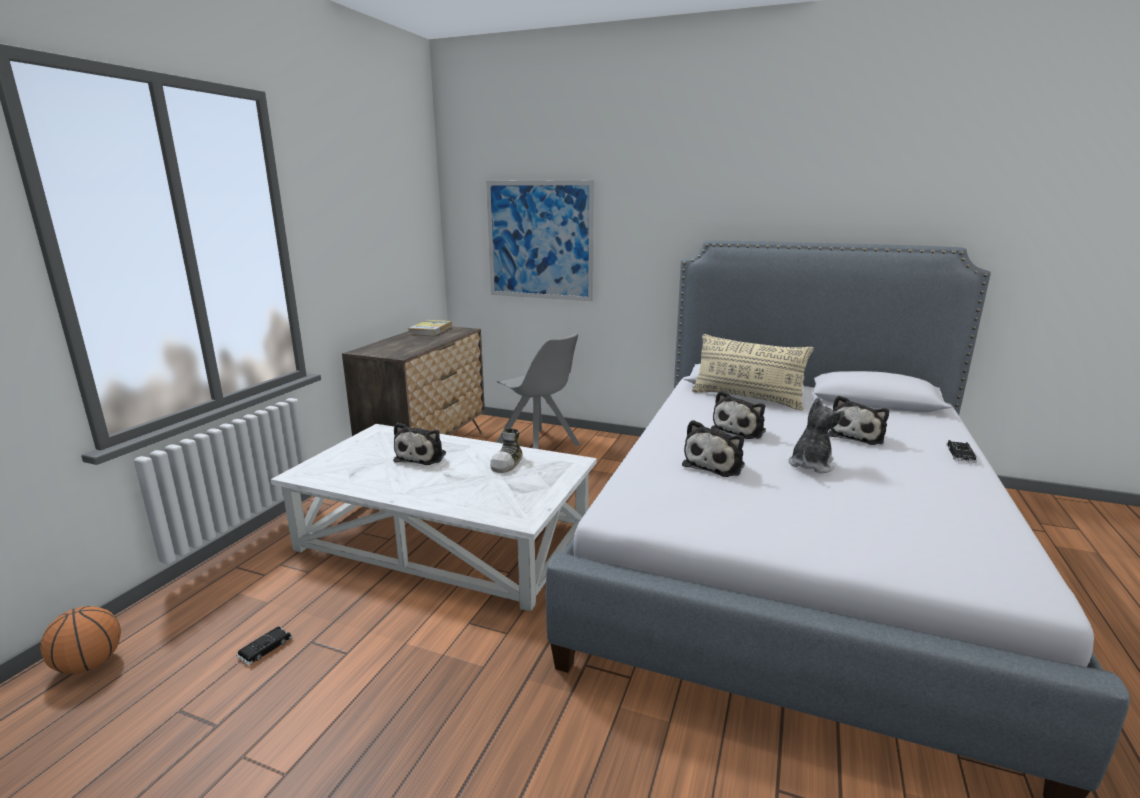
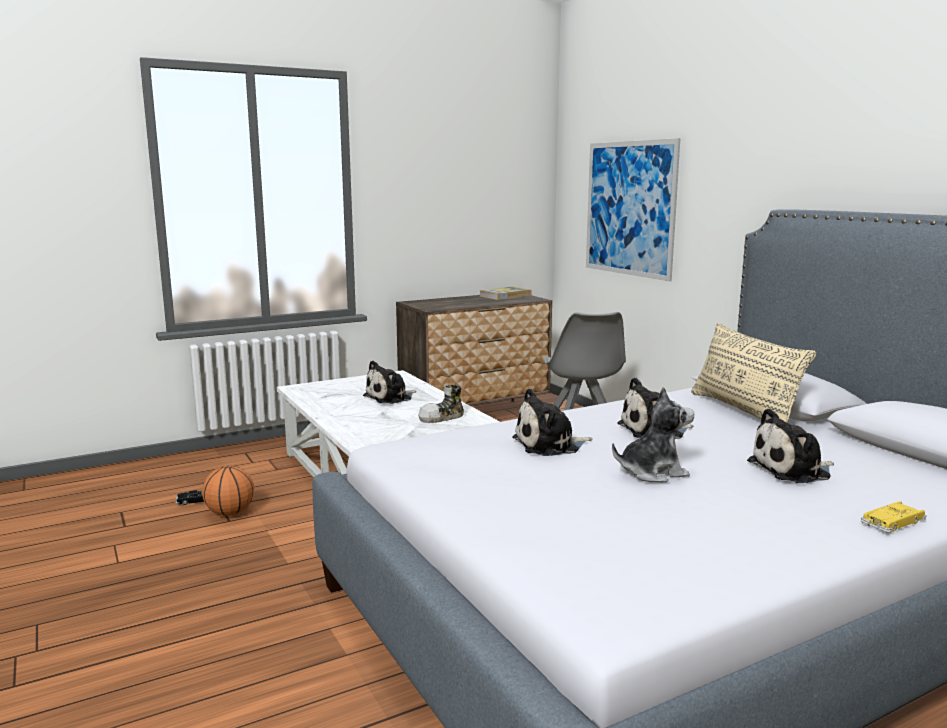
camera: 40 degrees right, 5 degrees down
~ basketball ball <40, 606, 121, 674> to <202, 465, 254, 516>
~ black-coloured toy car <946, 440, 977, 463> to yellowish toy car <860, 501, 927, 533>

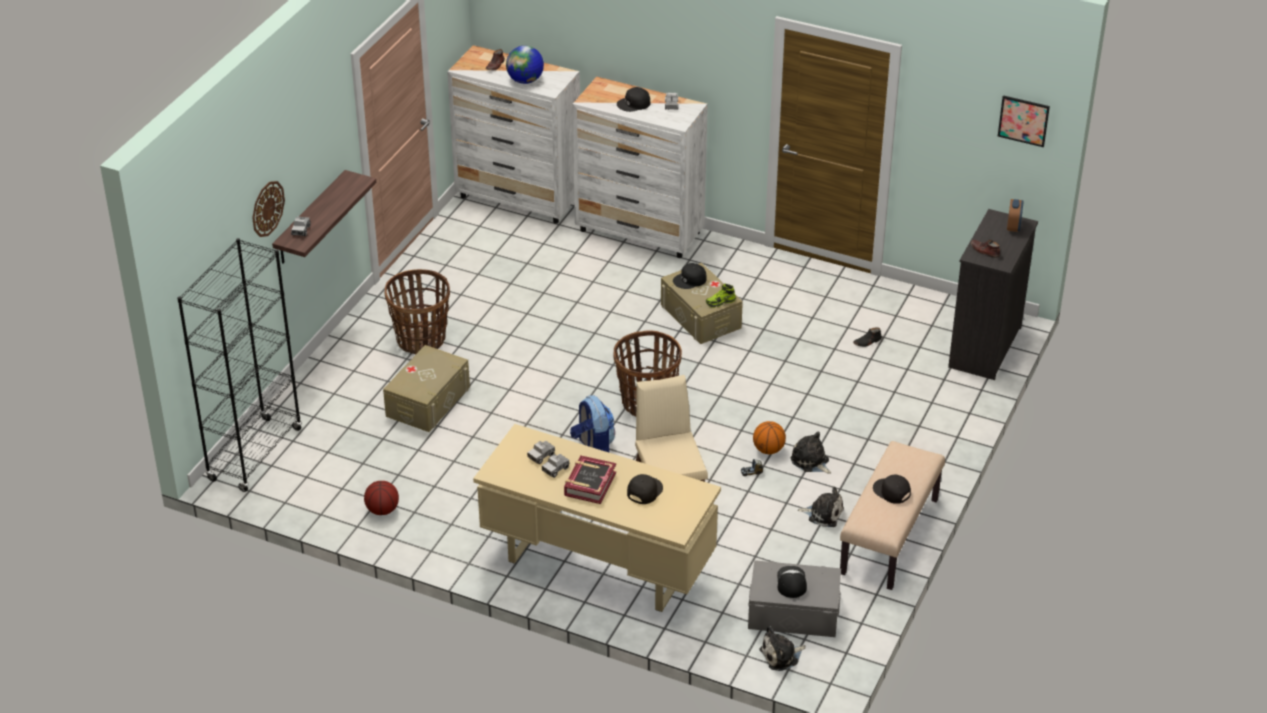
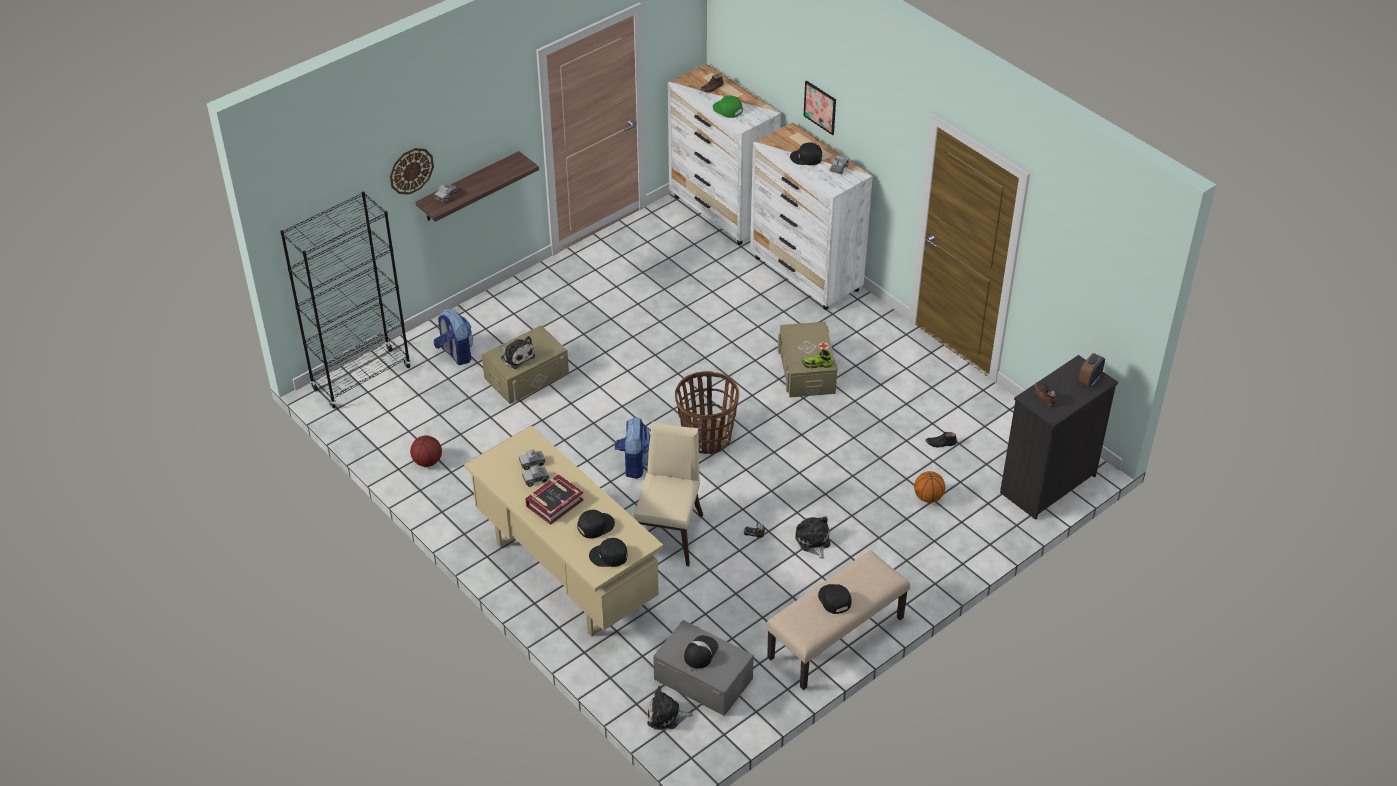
camera: 25 degrees right, 5 degrees up
- household basket <385, 269, 450, 355>
+ backpack <434, 309, 473, 365>
~ black-coloured baseball cap <673, 263, 707, 289> to <589, 538, 628, 567>
~ basketball ball <753, 421, 786, 454> to <914, 471, 945, 503>
~ plush toy <798, 487, 844, 527> to <499, 336, 535, 369>
~ wall picture <998, 95, 1050, 147> to <804, 81, 836, 135>
~ globe <506, 46, 544, 84> to green baseball cap <713, 95, 743, 118>

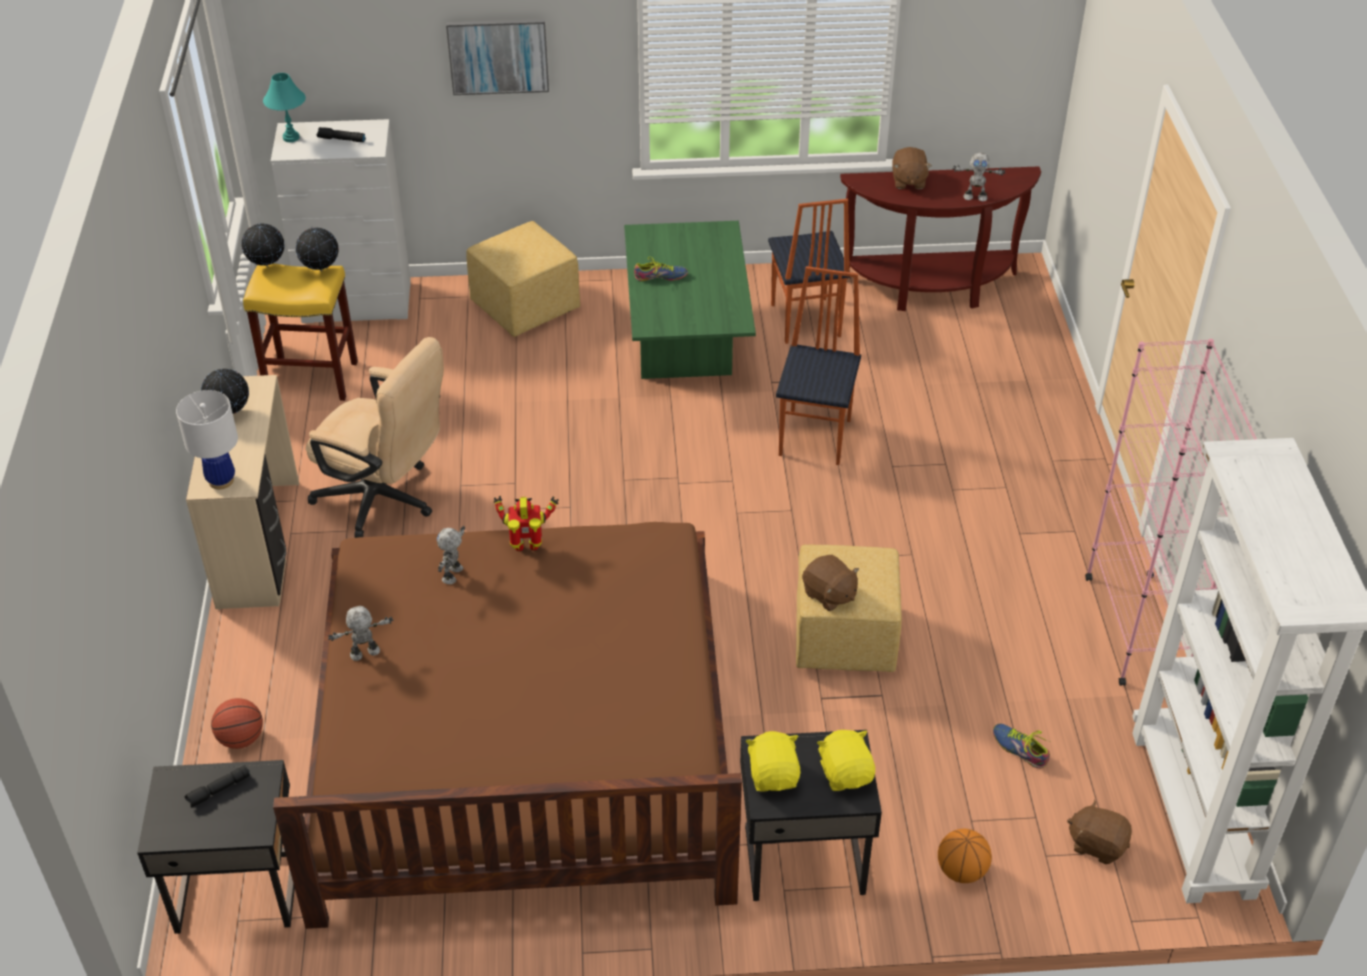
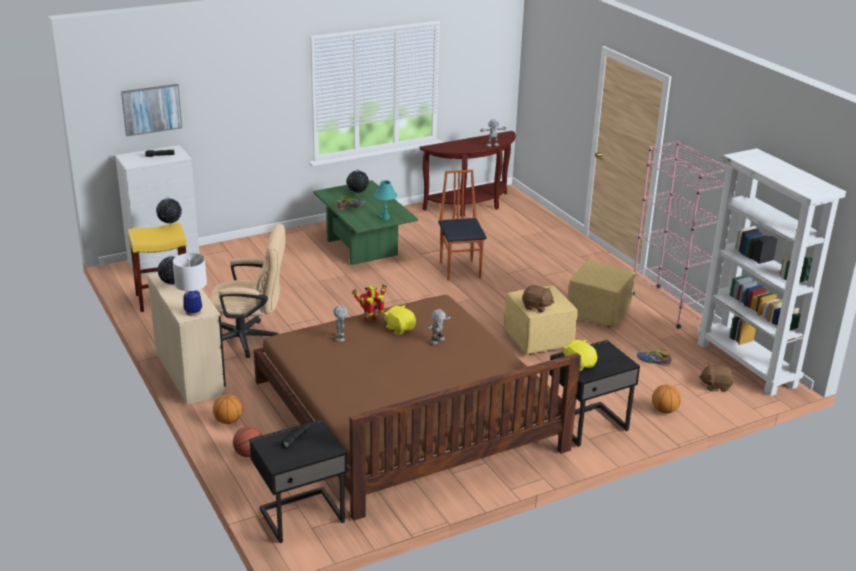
camera: 25 degrees left, 15 degrees down
- upright chair <768, 199, 850, 344>
- brown plush toy <892, 147, 932, 189>
+ basketball ball <213, 394, 243, 424>
~ globe <241, 223, 284, 267> to <347, 169, 369, 195>
~ turquoise table lamp <263, 73, 306, 142> to <374, 180, 397, 220>
~ toy robot <328, 606, 393, 661> to <426, 309, 452, 345>
~ wall picture <446, 19, 549, 95> to <121, 84, 182, 136>
~ yellowish pouffe <466, 221, 580, 337> to <567, 260, 635, 328>
~ yellowish plush toy <817, 730, 875, 791> to <384, 305, 416, 335>

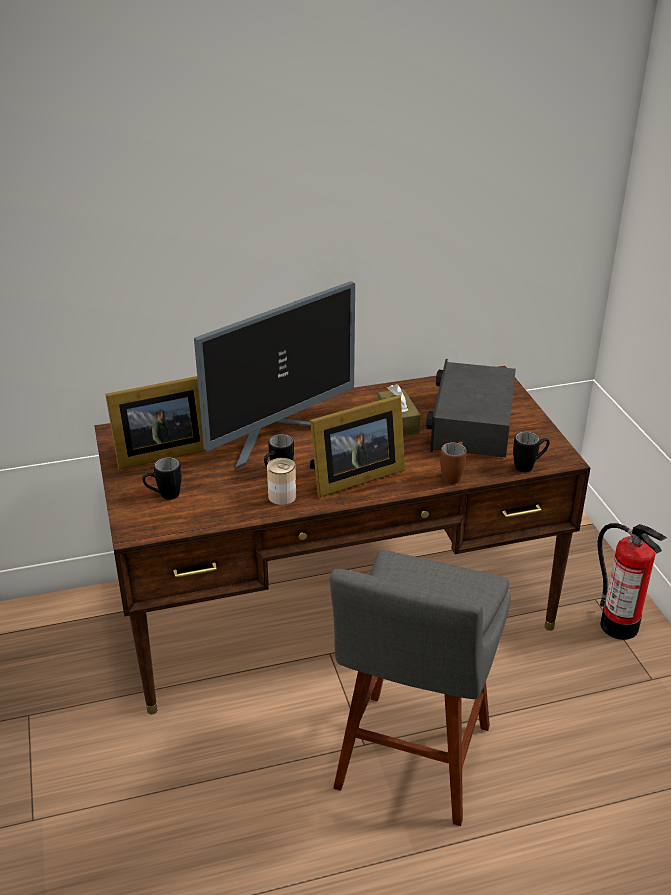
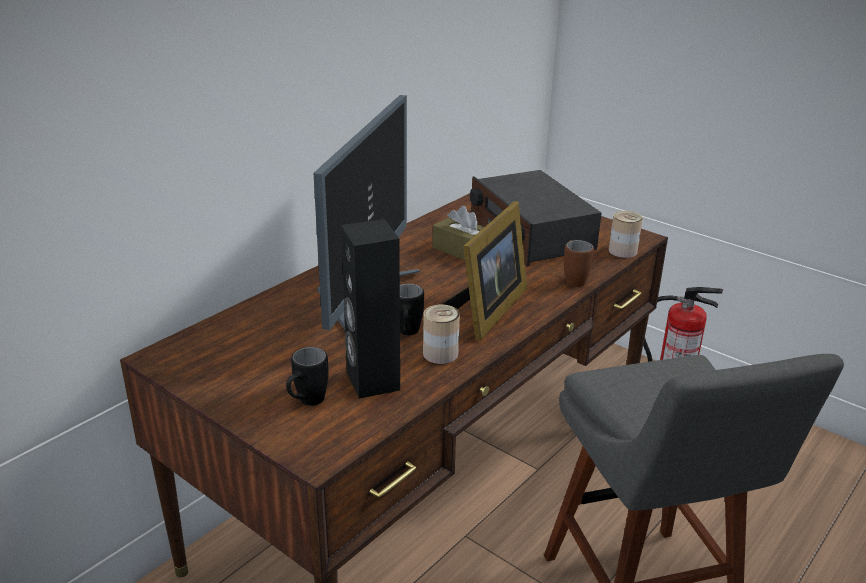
camera: 35 degrees left, 5 degrees down
- photo frame <105, 376, 206, 469>
+ black-coloured speaker <341, 219, 400, 399>
~ black-coloured coffee mug <513, 431, 550, 473> to sealed can <609, 211, 643, 258>

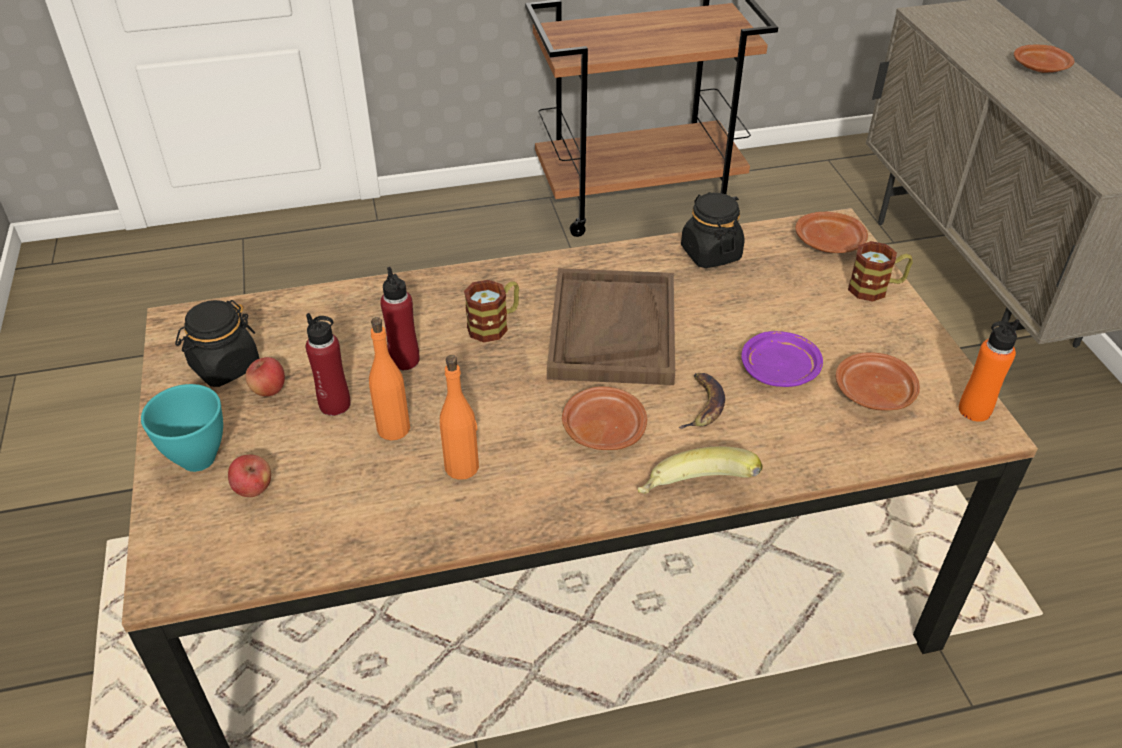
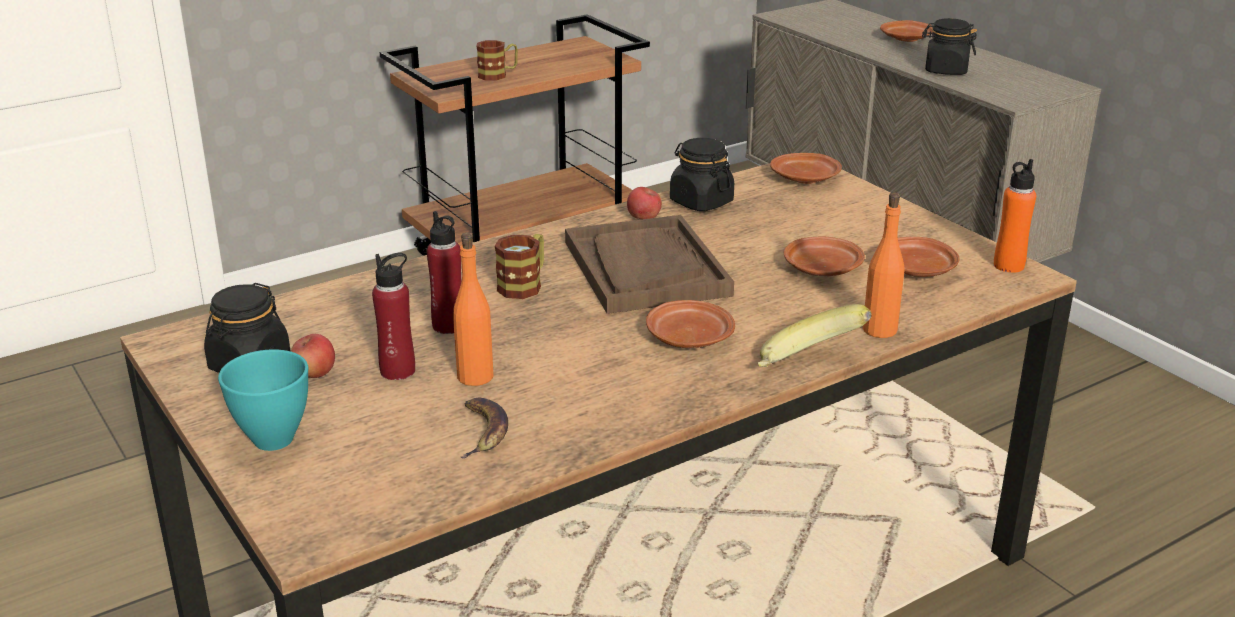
camera: 20 degrees left, 15 degrees down
+ black-coloured jar <922, 18, 977, 75>
~ apple fruit <228, 455, 271, 497> to <627, 187, 662, 219>
~ orange-coloured drink bottle <440, 355, 479, 480> to <863, 192, 904, 338>
~ banana <678, 373, 725, 429> to <460, 398, 508, 459>
~ coffee mug <848, 241, 913, 302> to <476, 40, 518, 81>
~ purplish dinner plate <741, 331, 823, 387> to brown dinner plate <784, 237, 865, 276>

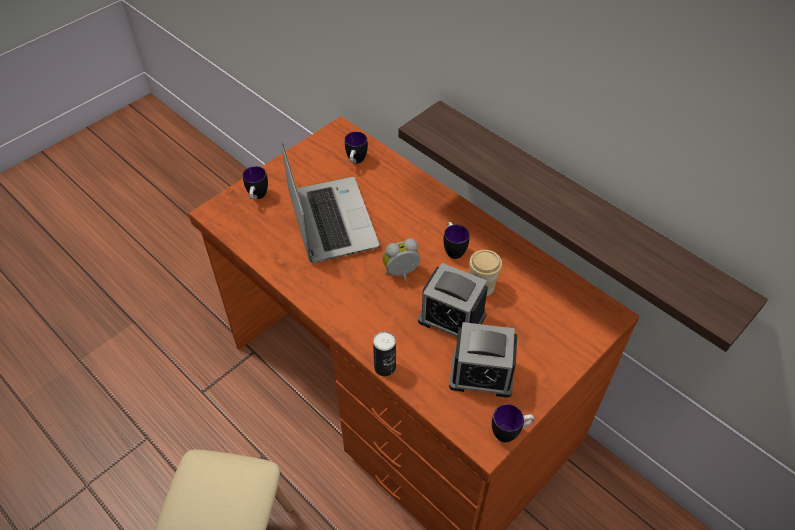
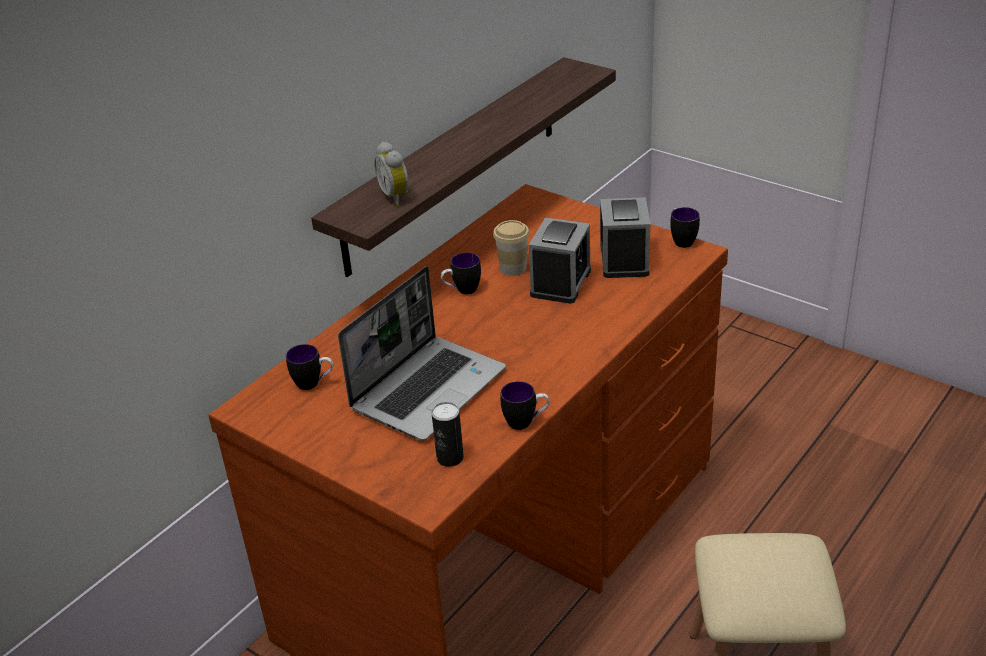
camera: 95 degrees left, 15 degrees down
~ coffee mug <243, 166, 268, 199> to <500, 381, 550, 430>
~ sealed can <373, 331, 396, 376> to <432, 402, 464, 467>
~ bedside clock <382, 238, 420, 282> to <374, 142, 409, 206>
~ notebook computer <282, 143, 379, 263> = <338, 266, 506, 441> 150 degrees clockwise

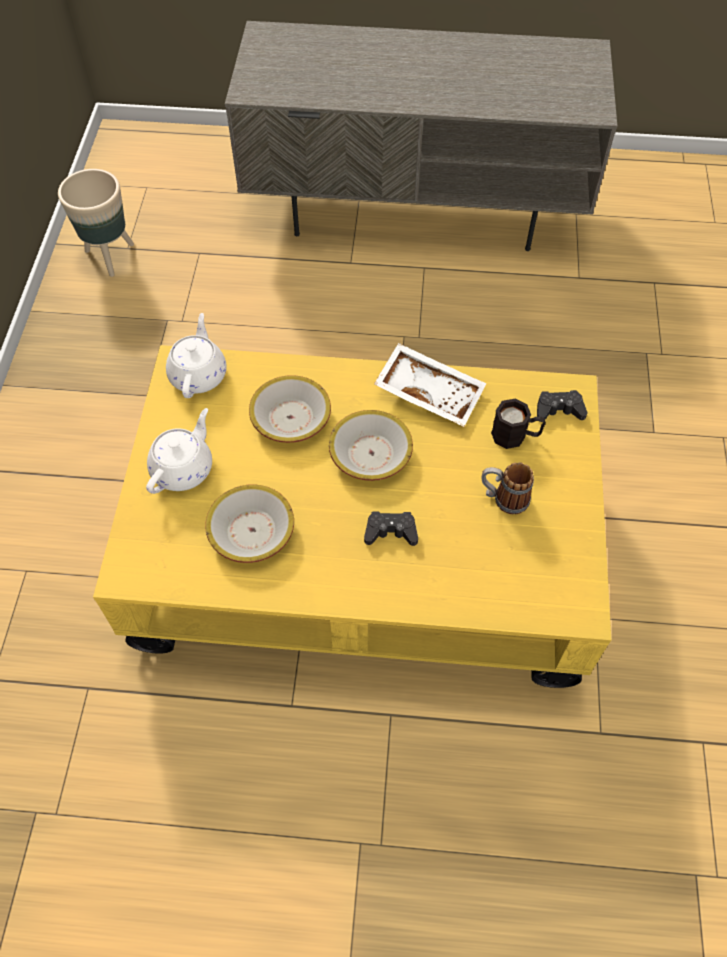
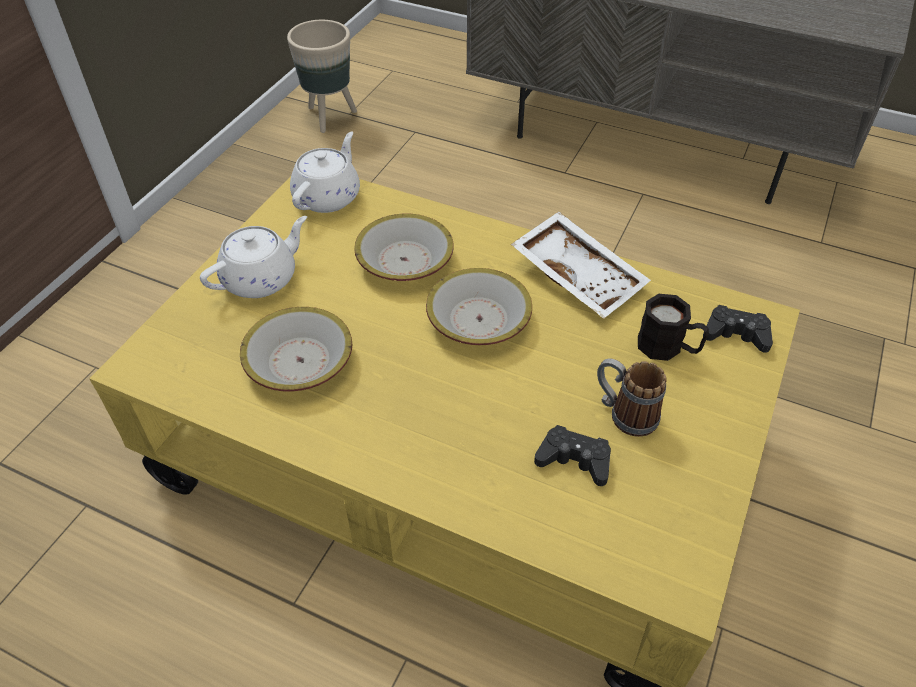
camera: 20 degrees right, 10 degrees down
~ black-coloured joypad <364, 511, 418, 546> to <534, 425, 611, 486>

